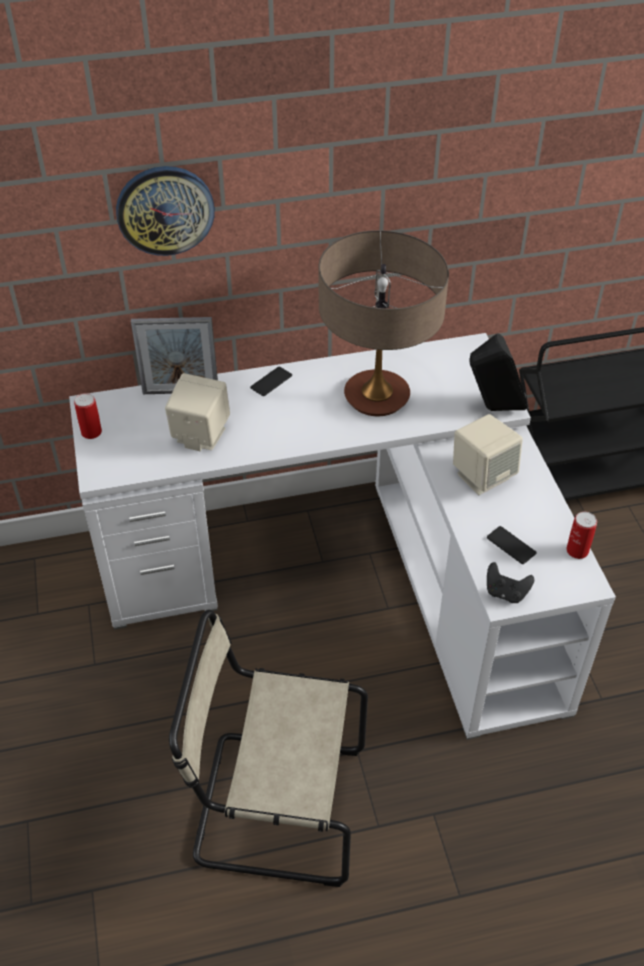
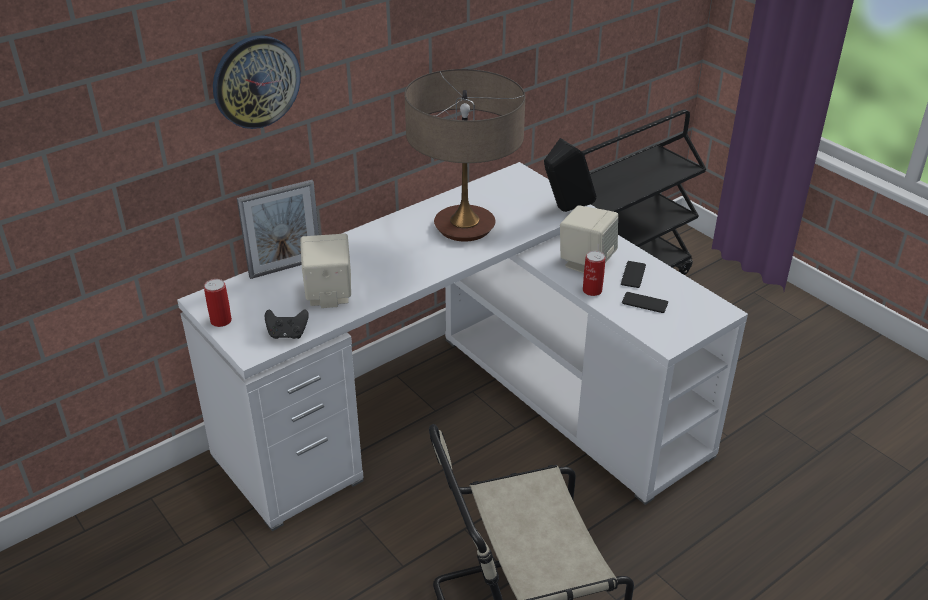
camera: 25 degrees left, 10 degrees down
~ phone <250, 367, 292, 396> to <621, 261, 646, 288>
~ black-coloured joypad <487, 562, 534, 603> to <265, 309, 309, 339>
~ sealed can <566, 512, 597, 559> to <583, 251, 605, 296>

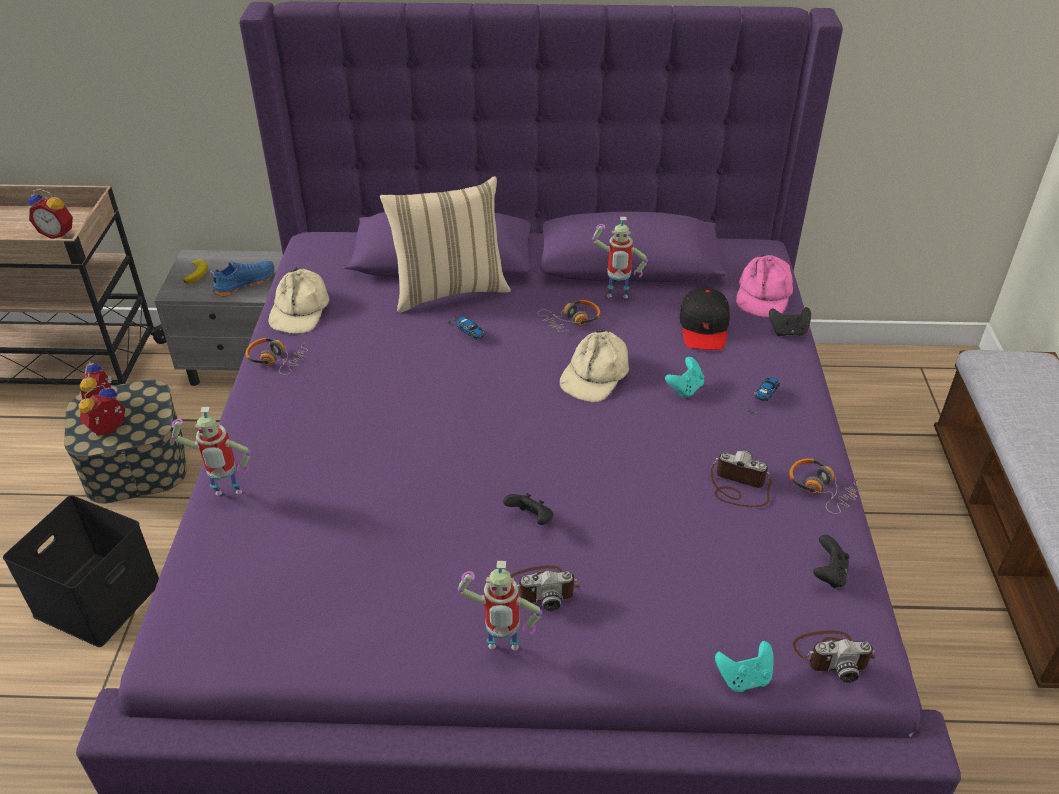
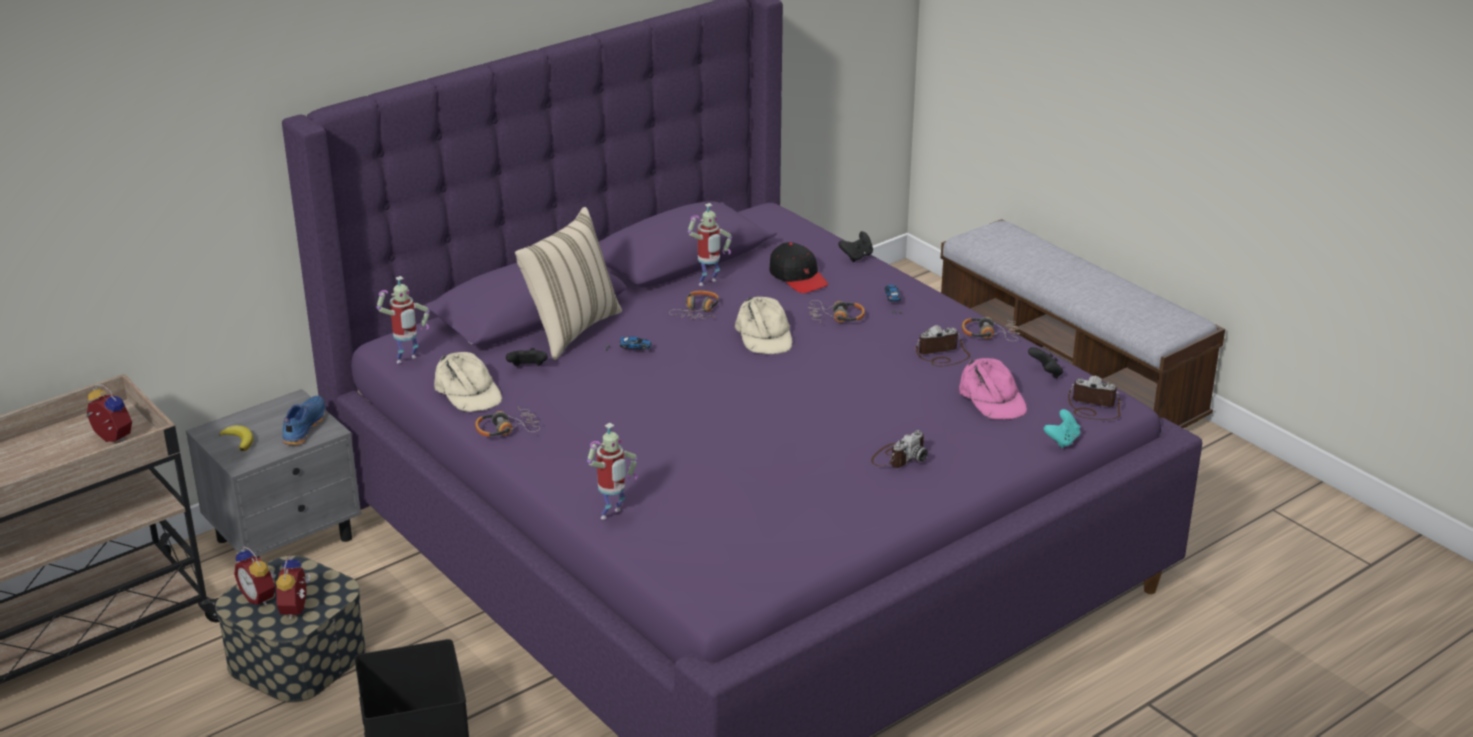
camera: 40 degrees left, 10 degrees down
~ toy robot <458, 561, 542, 650> to <376, 276, 430, 363>
~ black-coloured joypad <503, 493, 553, 525> to <506, 348, 548, 366>
~ pinkish baseball cap <736, 253, 793, 318> to <959, 358, 1027, 420>
~ turquoise joypad <665, 357, 704, 398> to headset <808, 300, 865, 324>
~ bedside clock <28, 189, 73, 239> = <86, 384, 132, 442> 120 degrees counterclockwise
~ photo camera <793, 630, 875, 683> = <1068, 376, 1121, 420> 120 degrees counterclockwise

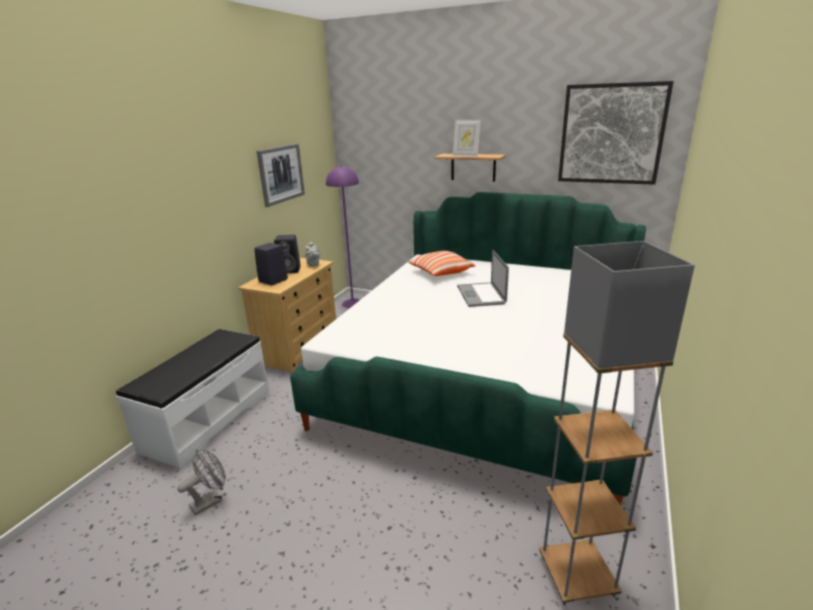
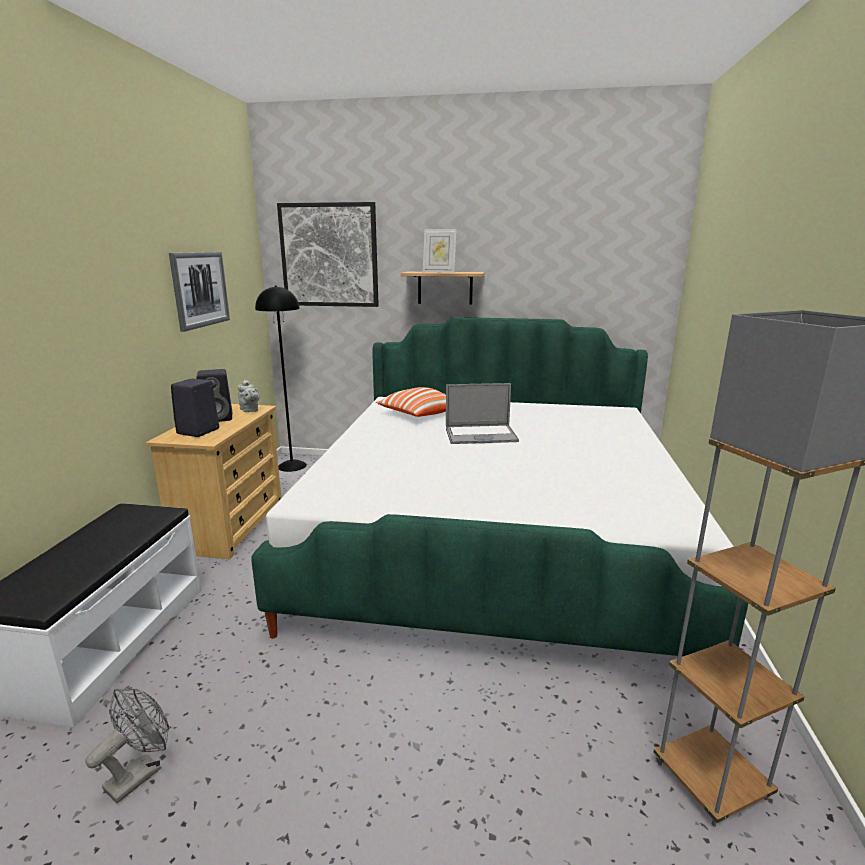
camera: 15 degrees left, 5 degrees down
~ wall picture <558, 81, 674, 185> to <277, 202, 379, 307>
~ purplish floor lamp <326, 166, 359, 308> to black-coloured floor lamp <255, 286, 307, 472>
~ notebook computer <457, 250, 509, 307> = <446, 383, 519, 444> 75 degrees counterclockwise

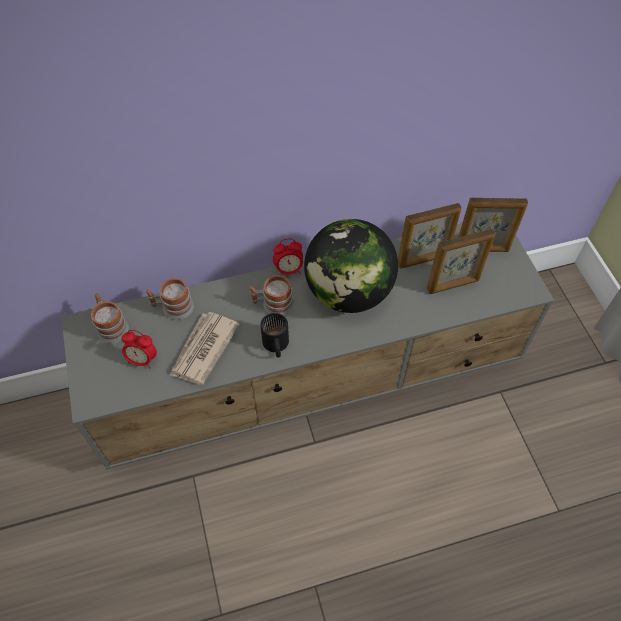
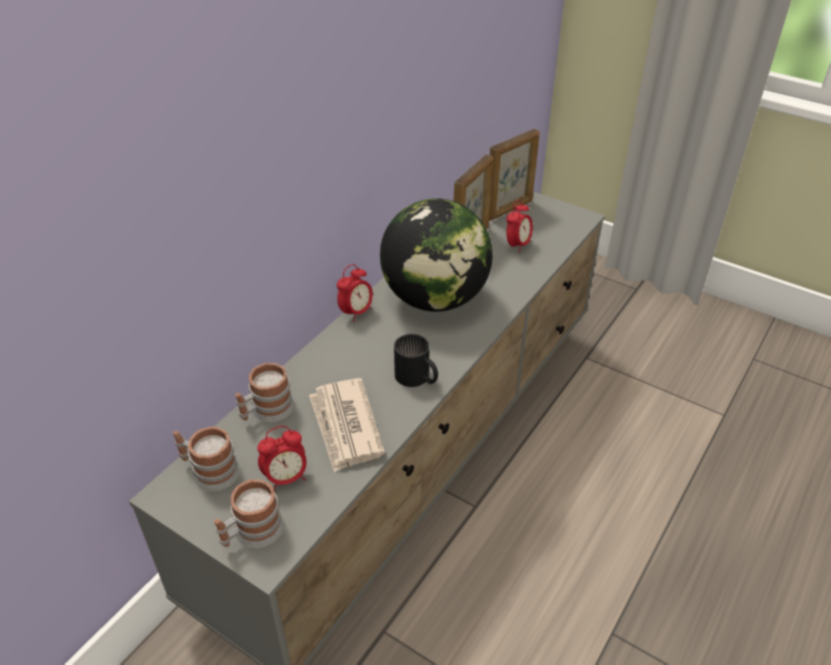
camera: 40 degrees left, 15 degrees down
~ coffee mug <250, 275, 294, 316> to <214, 479, 284, 548>
~ photo frame <427, 229, 496, 294> to bedside clock <506, 200, 533, 253>

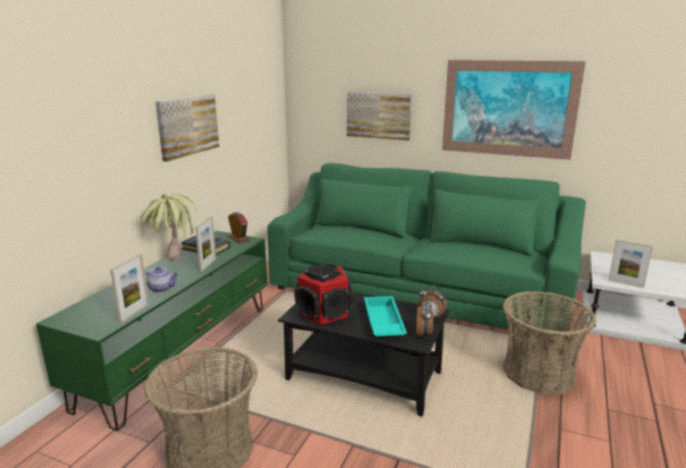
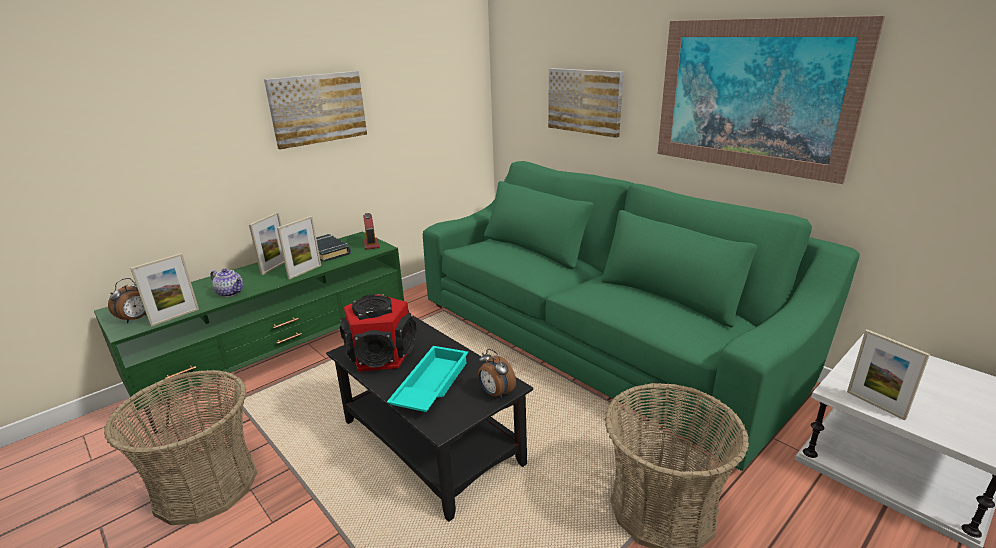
camera: 25 degrees right, 5 degrees up
~ bedside clock <416, 298, 433, 339> to <108, 278, 146, 323>
~ potted plant <141, 194, 198, 261> to photo frame <249, 212, 284, 275>

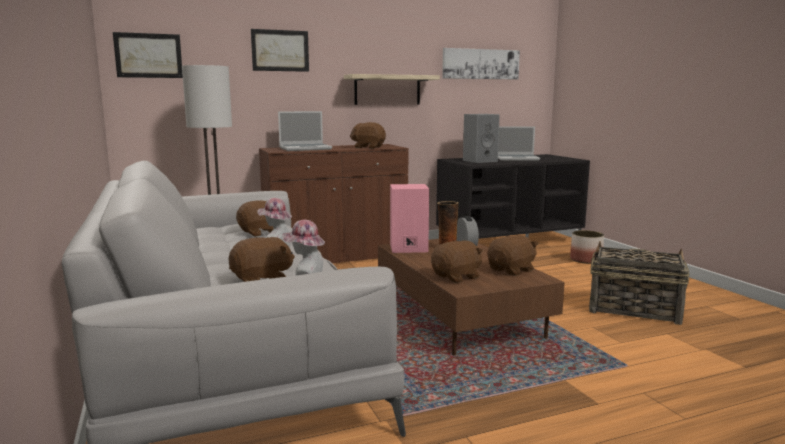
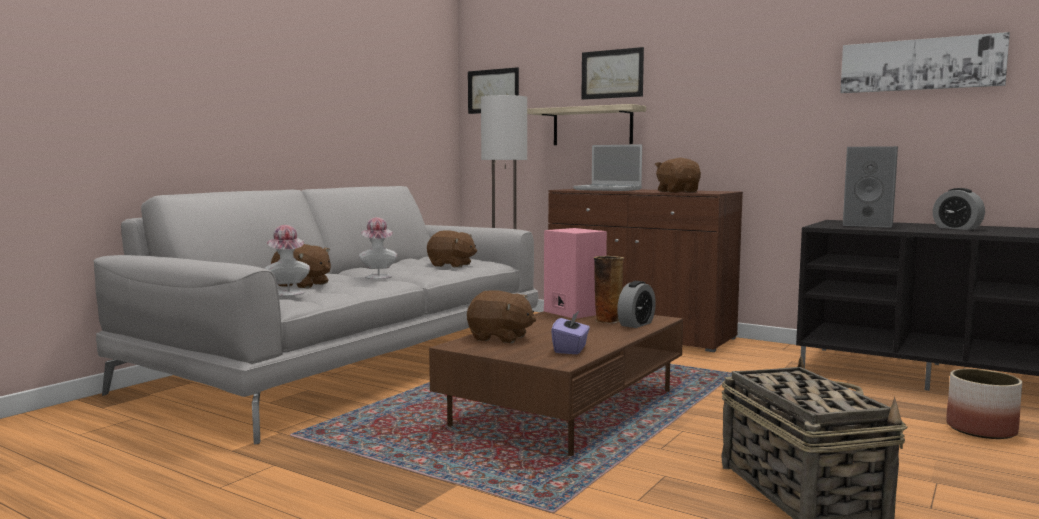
camera: 55 degrees right, 5 degrees down
~ bracket shelf <344, 74, 440, 105> to <527, 104, 646, 145>
~ brown plush toy <488, 235, 539, 276> to purplish box of tissues <551, 311, 590, 354>
~ notebook computer <498, 126, 540, 161> to bedside clock <933, 188, 985, 230>

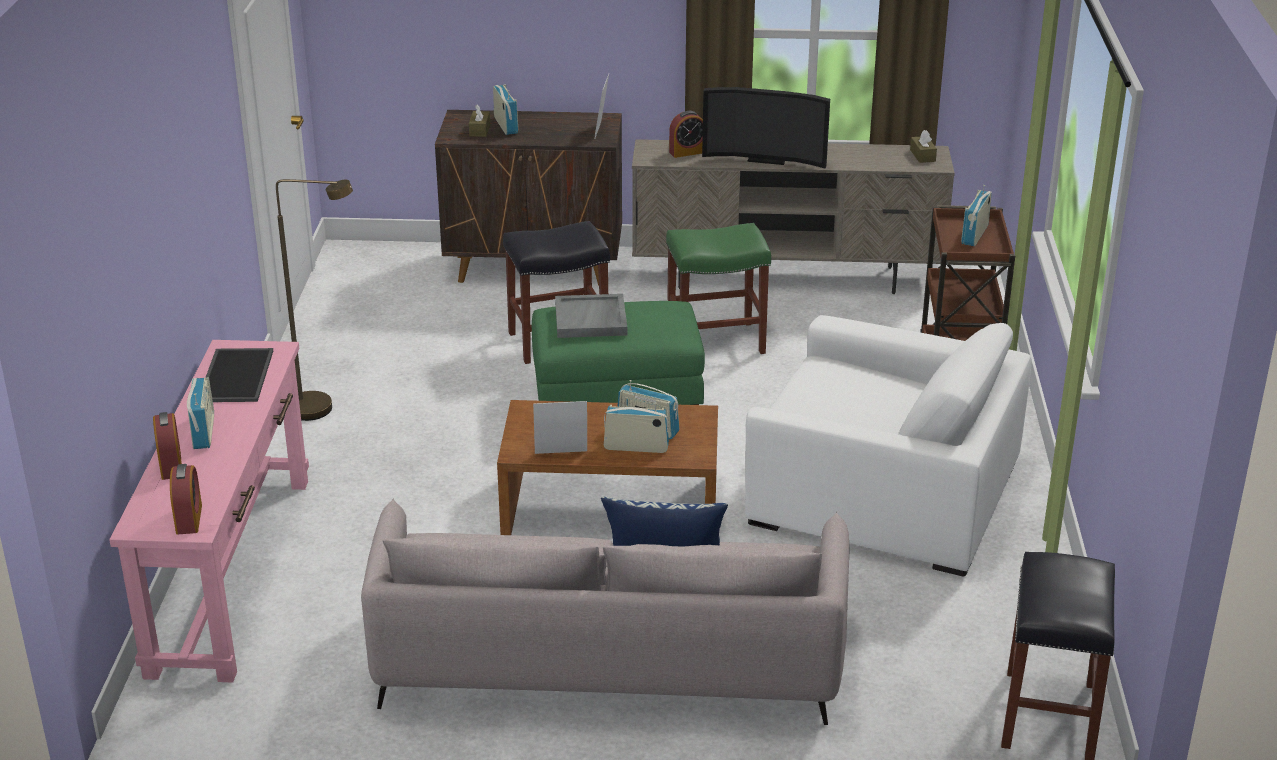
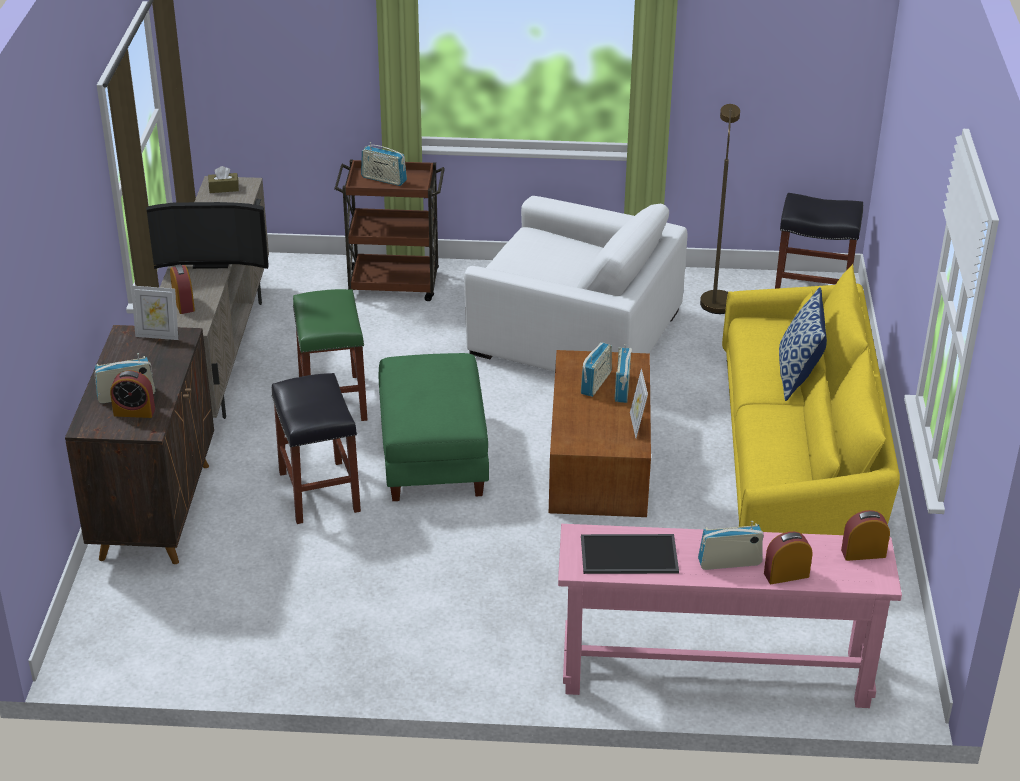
camera: 90 degrees left, 5 degrees up
- greyish carrying tray <555, 294, 627, 338>
~ brown floor lamp <276, 179, 353, 421> to <700, 104, 740, 314>
~ brown box of tissues <469, 105, 490, 137> to bedside clock <110, 370, 155, 418>
~ greyish settee <361, 499, 849, 725> to yellowish settee <722, 264, 900, 535>
~ TV set <702, 87, 830, 169> = <146, 202, 269, 269> 75 degrees clockwise
~ whitish lounge chair <745, 315, 1032, 576> = <464, 196, 688, 372> 90 degrees clockwise

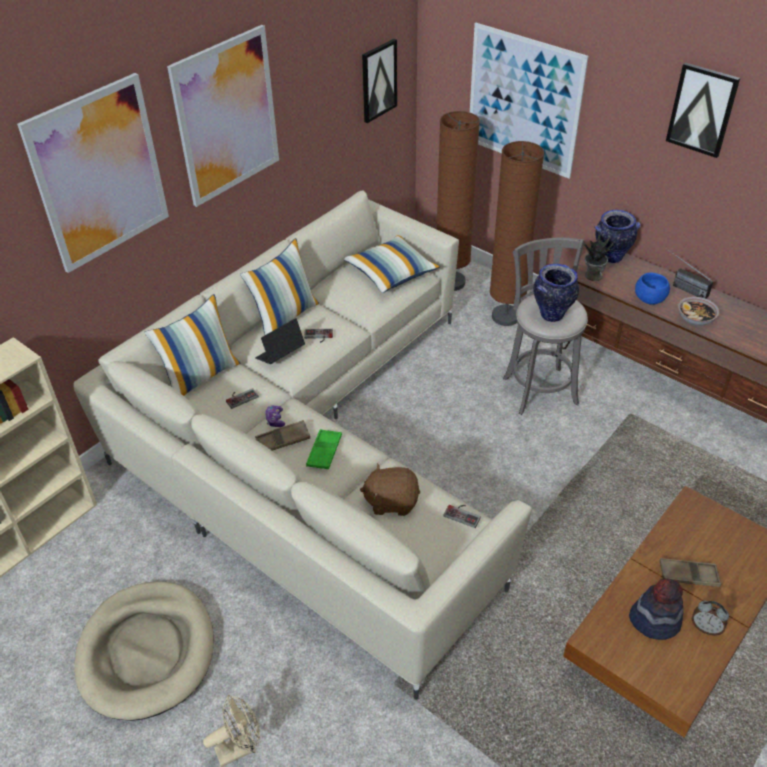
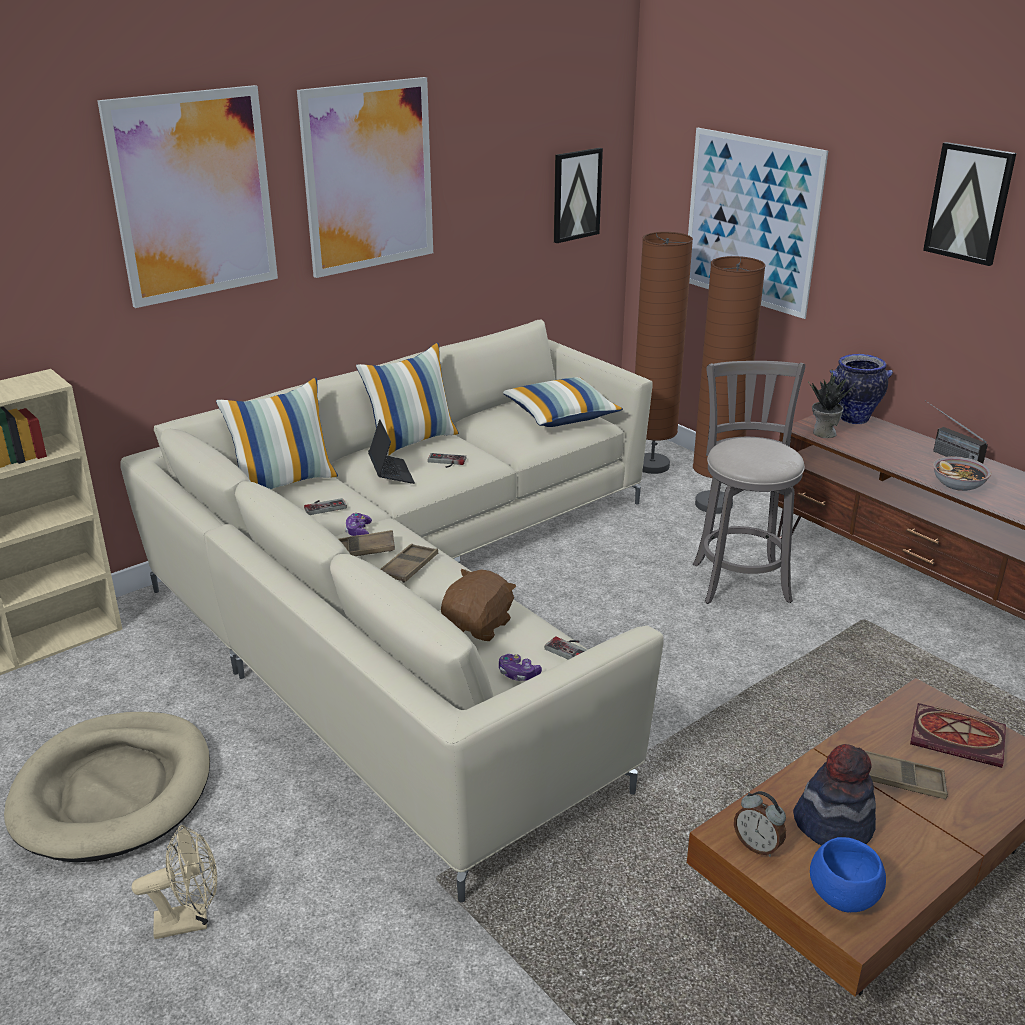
camera: 10 degrees right, 15 degrees down
- vase <533, 264, 579, 322>
+ joypad <499, 654, 542, 681>
+ bound book <910, 703, 1006, 768>
~ blue-coloured deep dish <635, 273, 670, 305> to <810, 837, 886, 912>
~ bedside clock <692, 601, 729, 636> to <734, 791, 786, 857>
~ green carrying tray <306, 429, 342, 469> to brown carrying tray <381, 544, 438, 583>
~ notebook computer <255, 318, 305, 364> = <368, 419, 415, 484> 105 degrees clockwise
~ brown plush toy <360, 463, 420, 516> = <441, 569, 516, 641> 105 degrees clockwise

